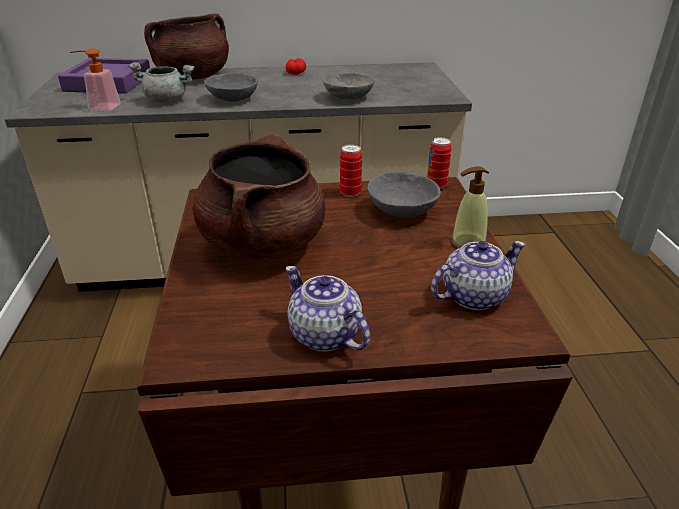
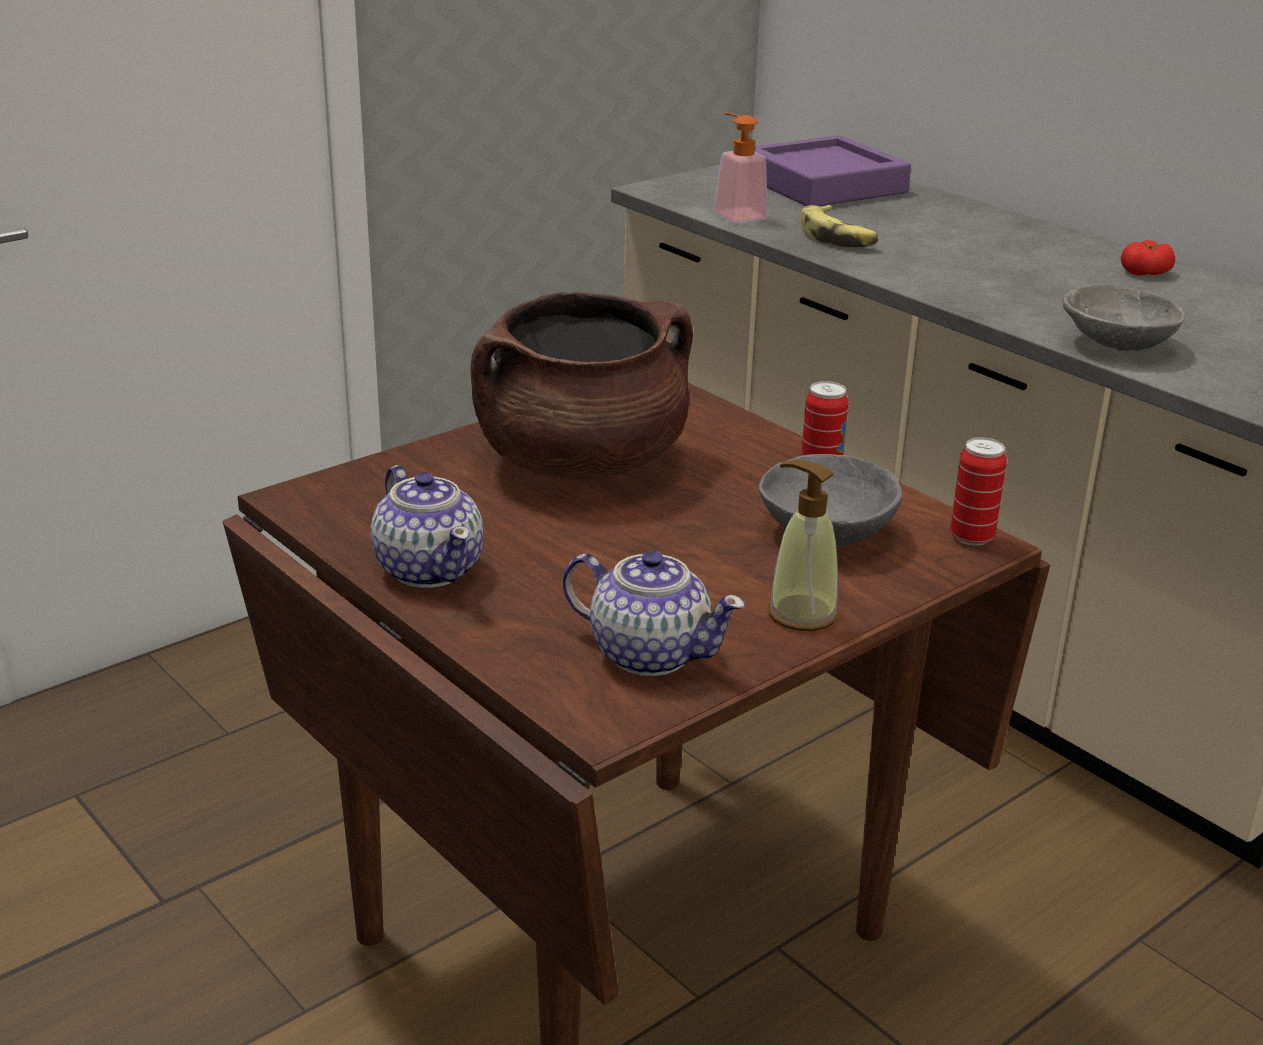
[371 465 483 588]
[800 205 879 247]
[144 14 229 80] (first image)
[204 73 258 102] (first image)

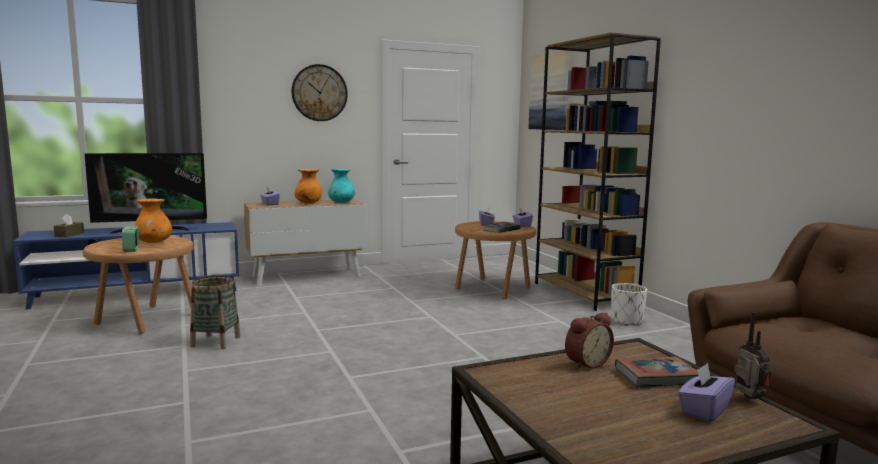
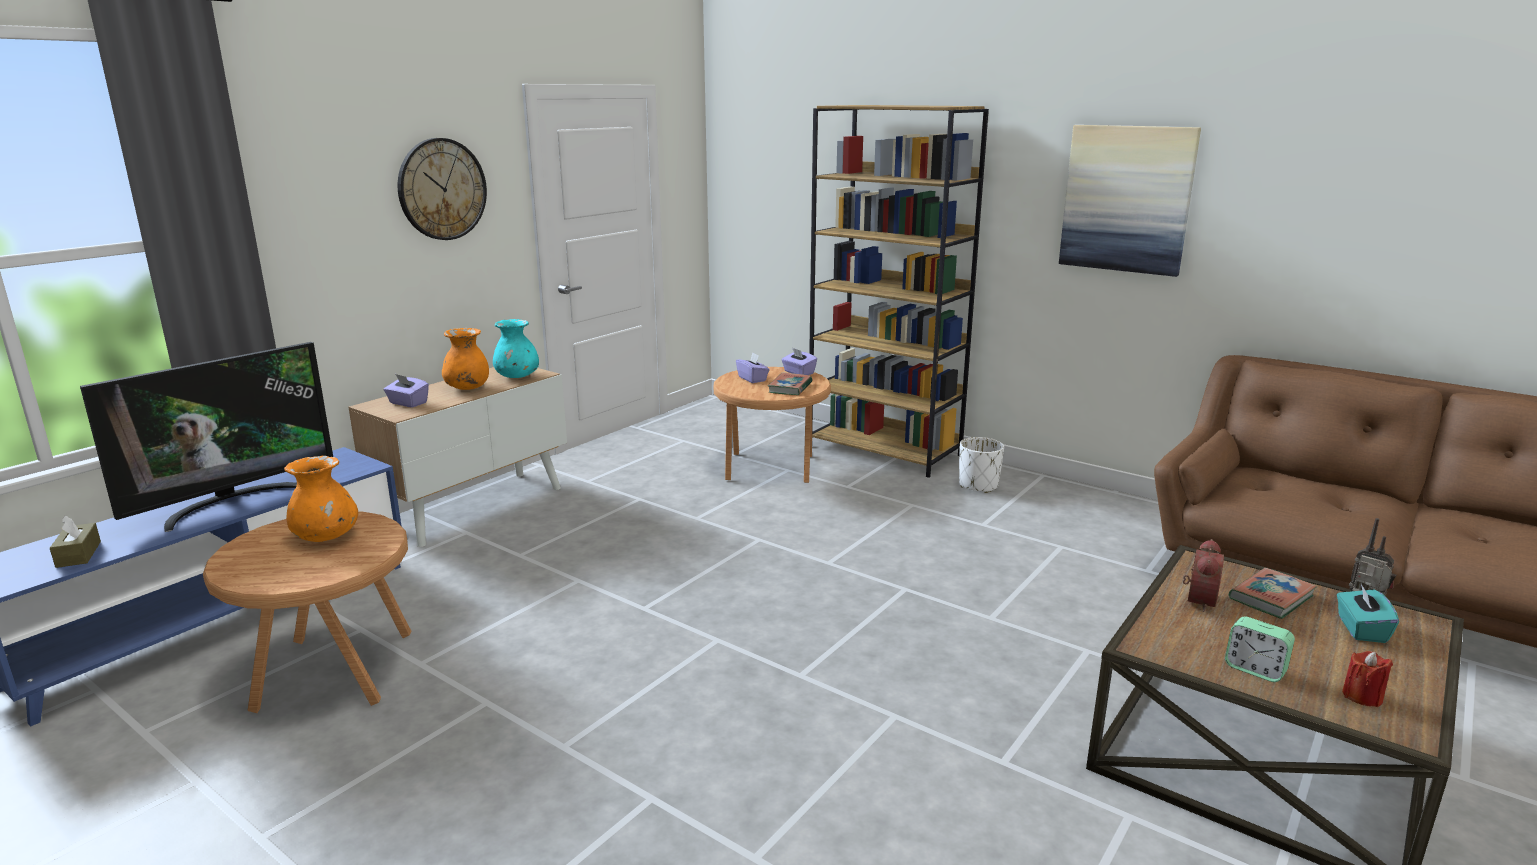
[1059 125 1201 277]
[1225 617 1295 682]
[1337 584 1399 643]
[1342 651 1393 707]
[190 276 240 349] (first image)

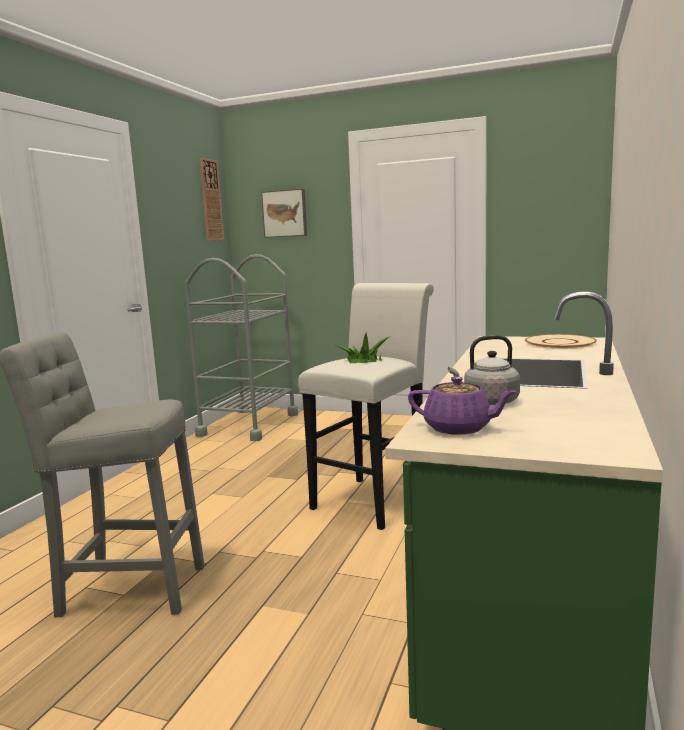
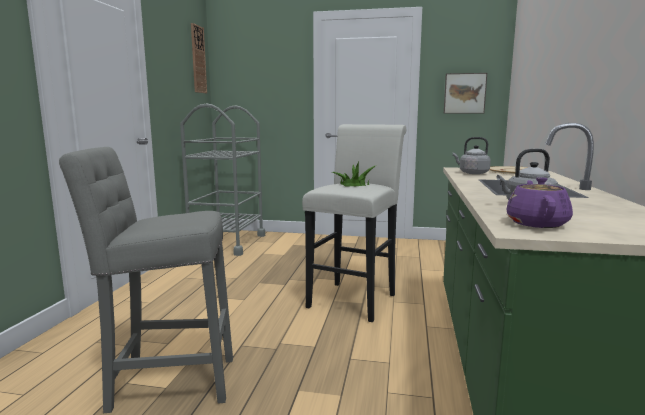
[444 73 487 114]
[453 137 491 174]
[506 177 573 228]

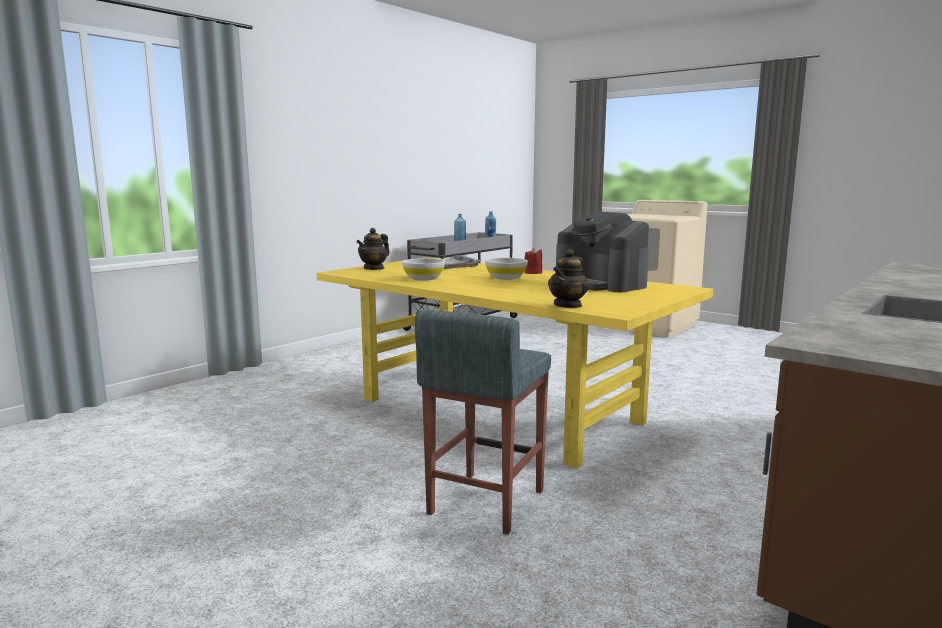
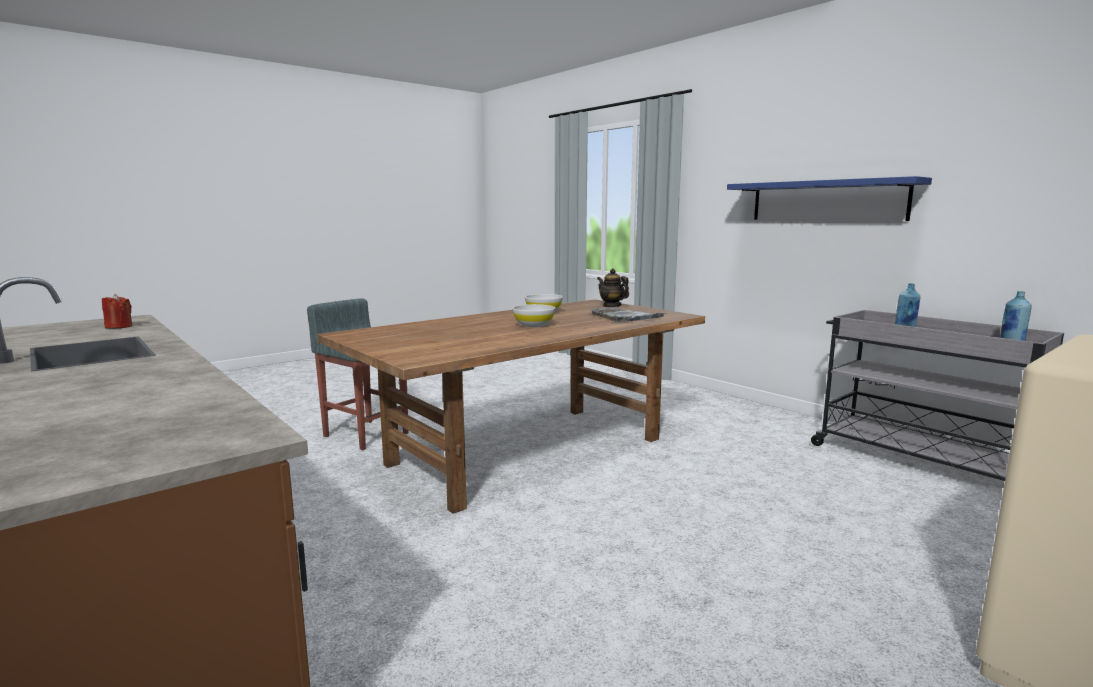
[102 294 132 329]
[317 299 705 514]
[727 176 932 221]
[548 249 589 308] (first image)
[556 212 649 292] (first image)

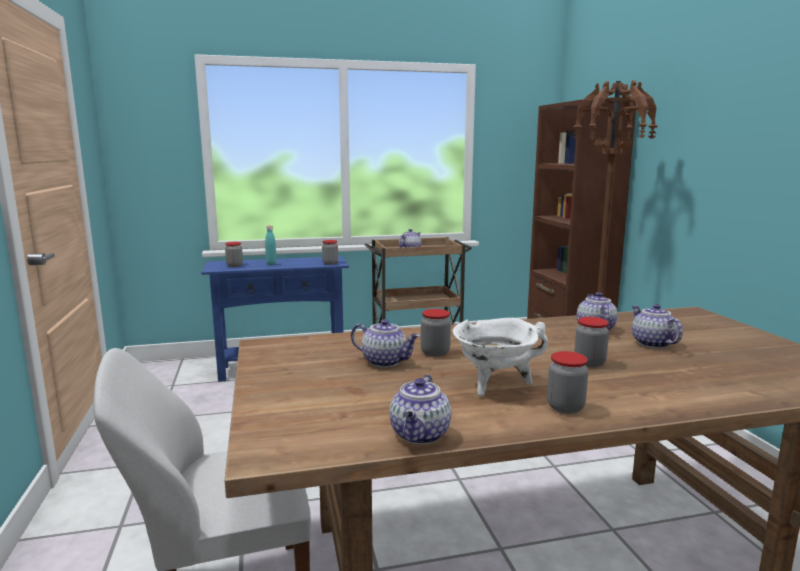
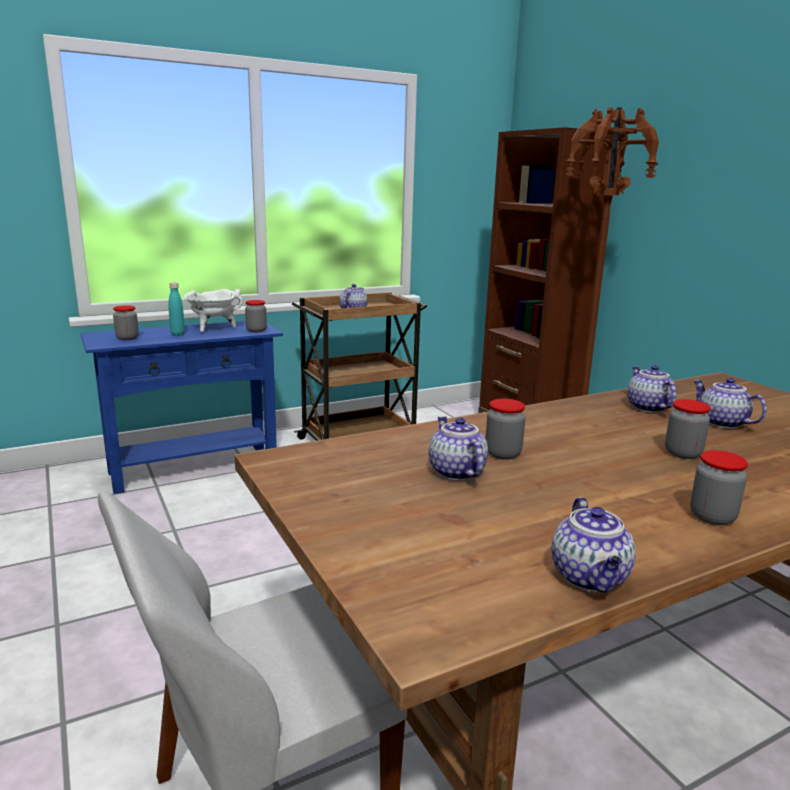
[184 289 243 332]
[429 416 488 480]

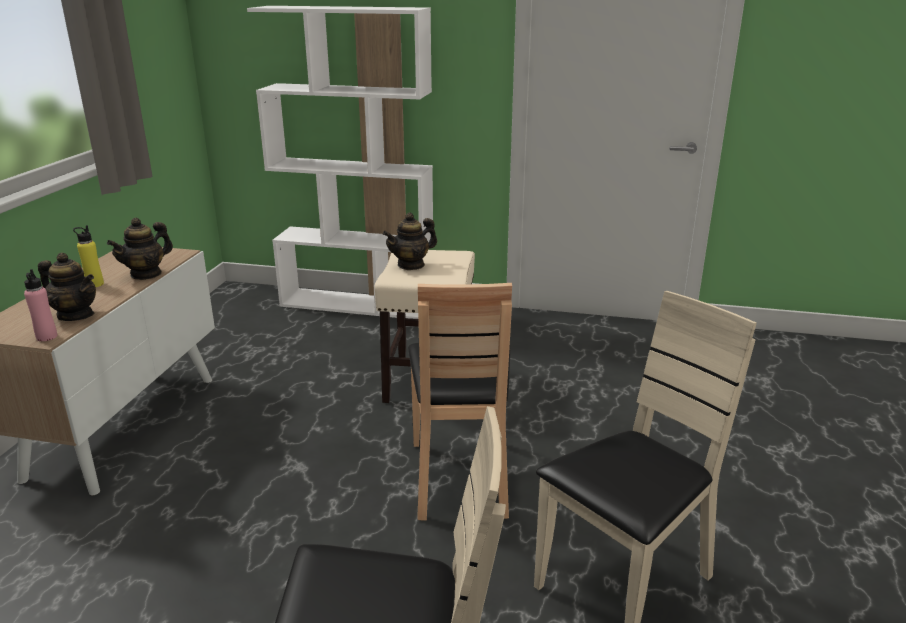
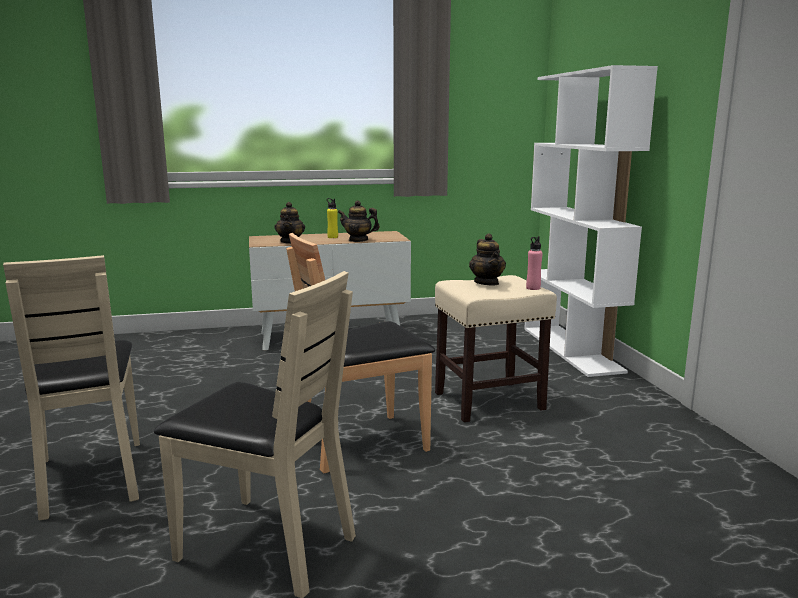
[469 233 506 285]
[526 236 543 290]

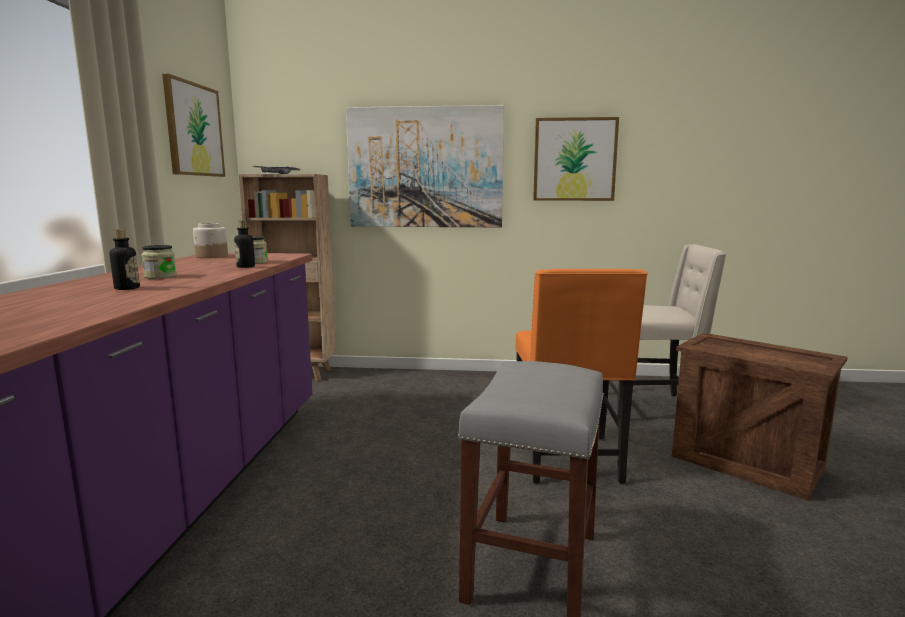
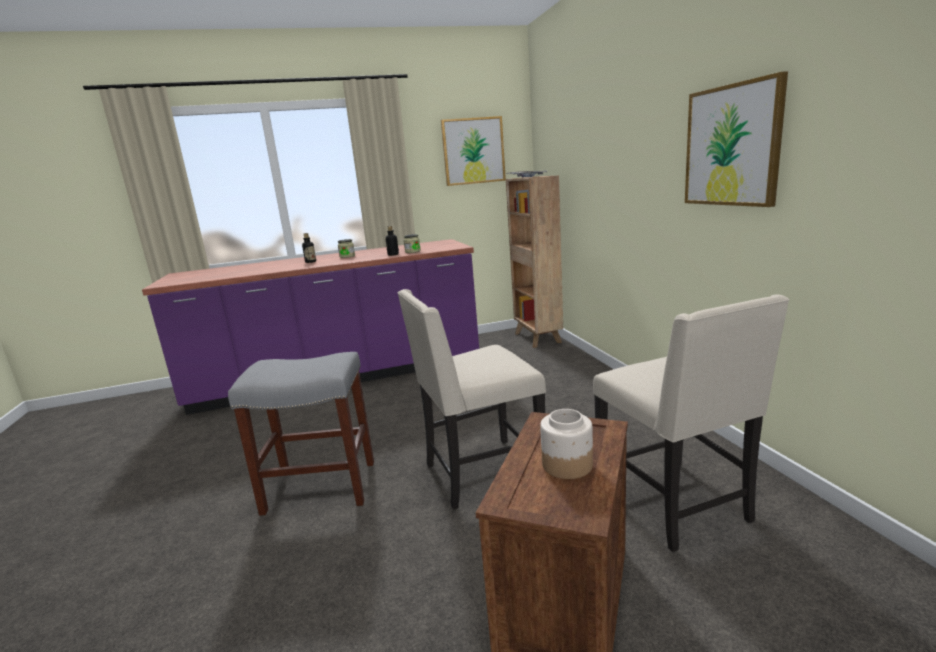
[397 289 546 510]
[540 409 593 479]
[346 105 504 227] (first image)

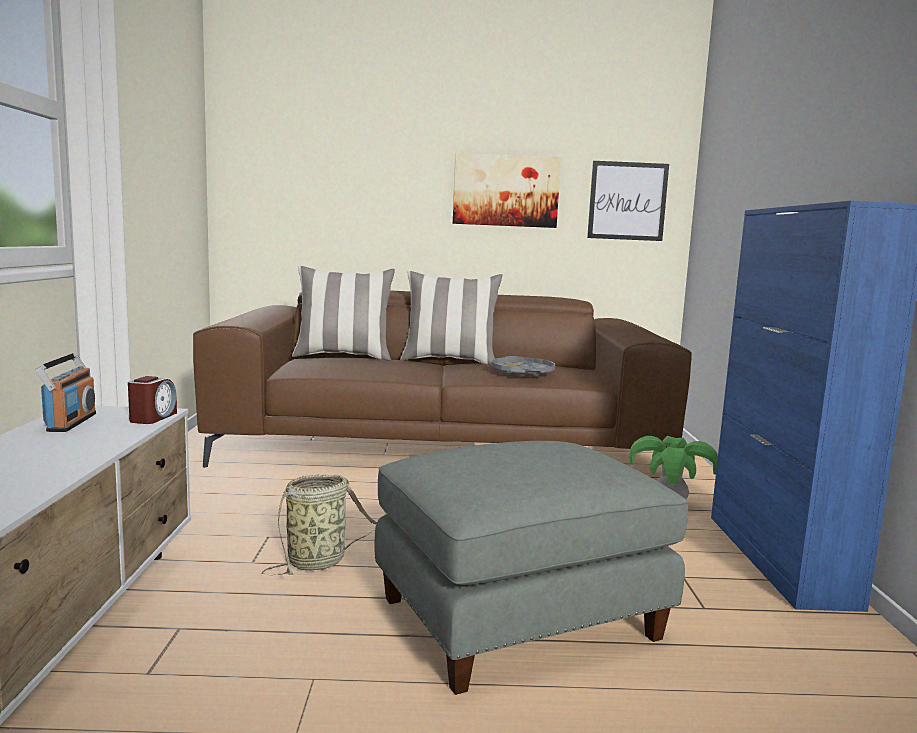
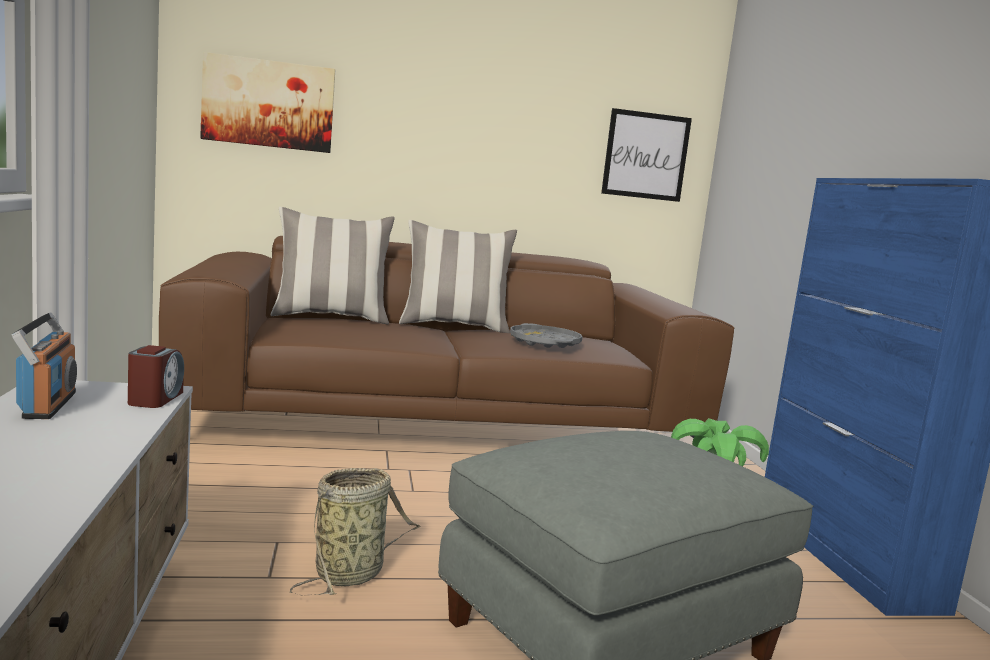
[200 52 335 153]

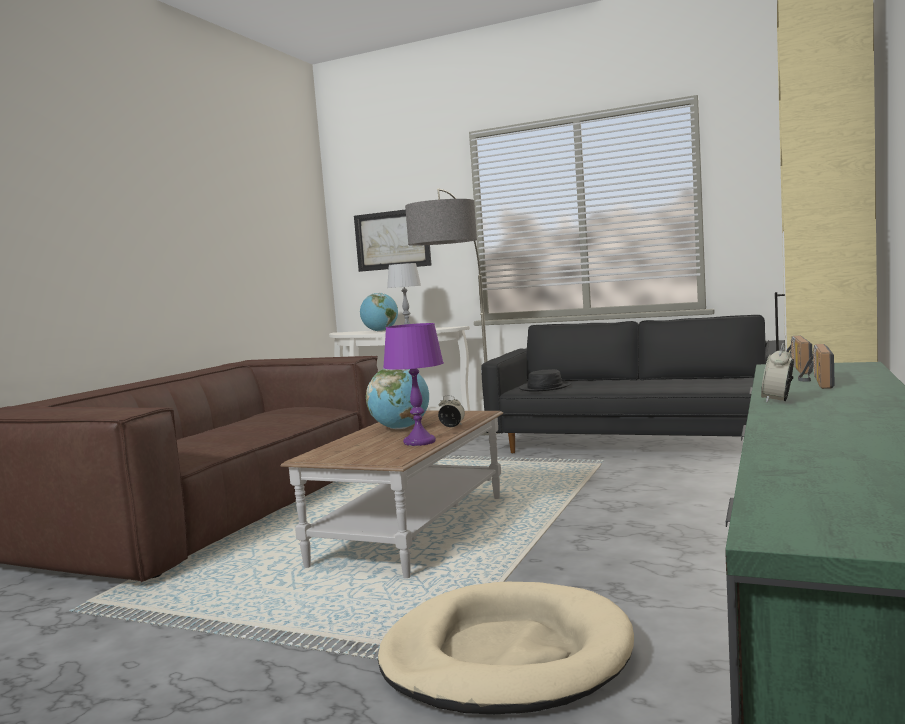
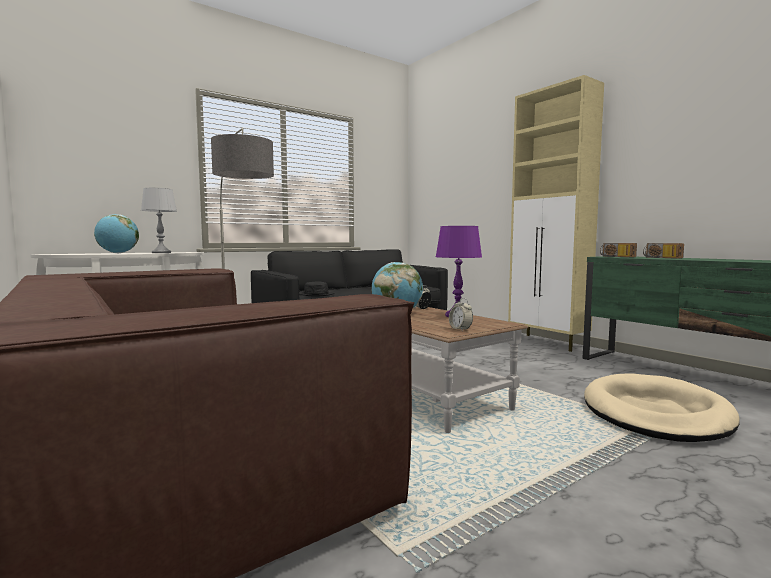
[449 298 473 331]
[354 210 432 272] (first image)

